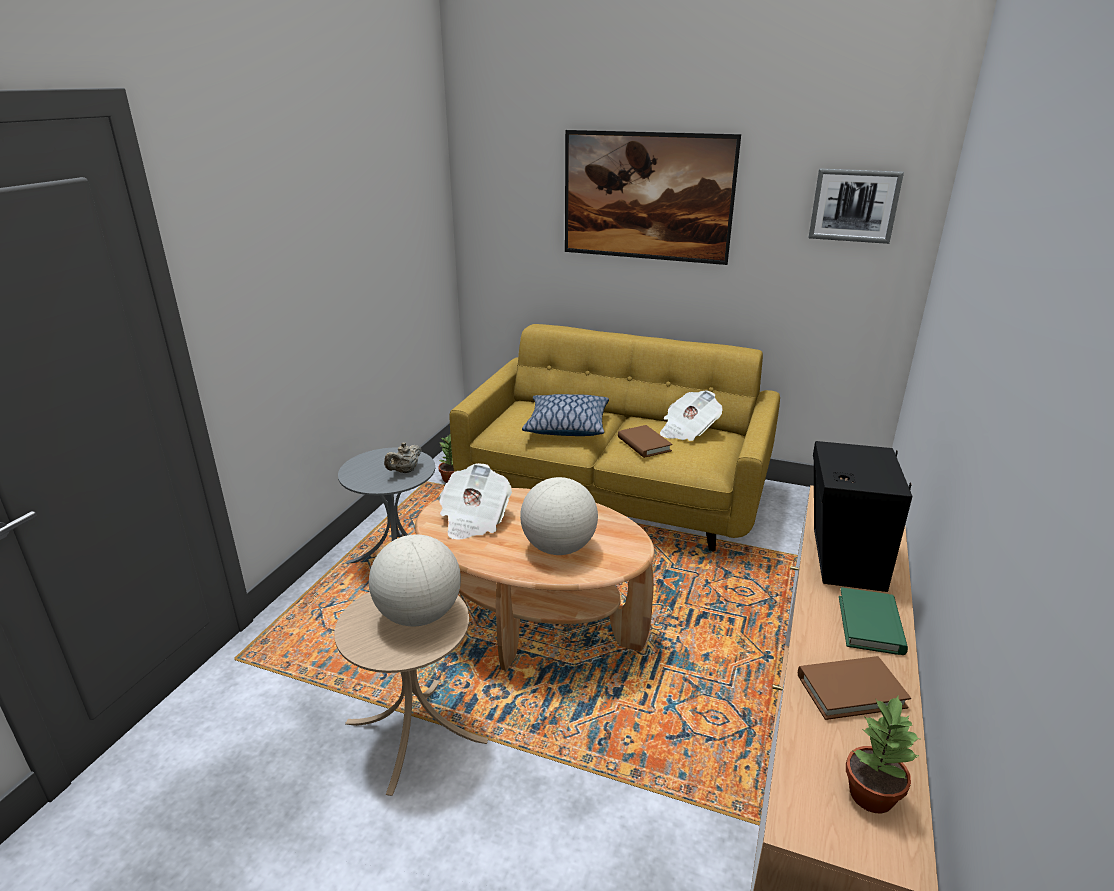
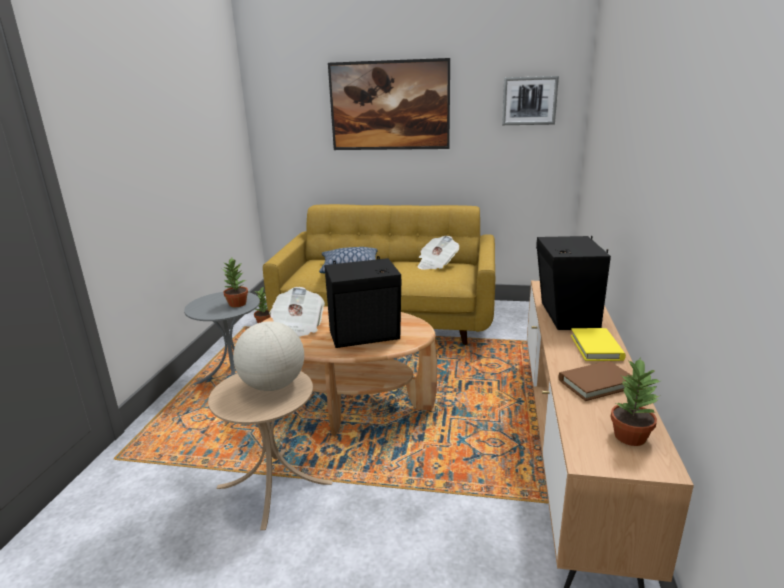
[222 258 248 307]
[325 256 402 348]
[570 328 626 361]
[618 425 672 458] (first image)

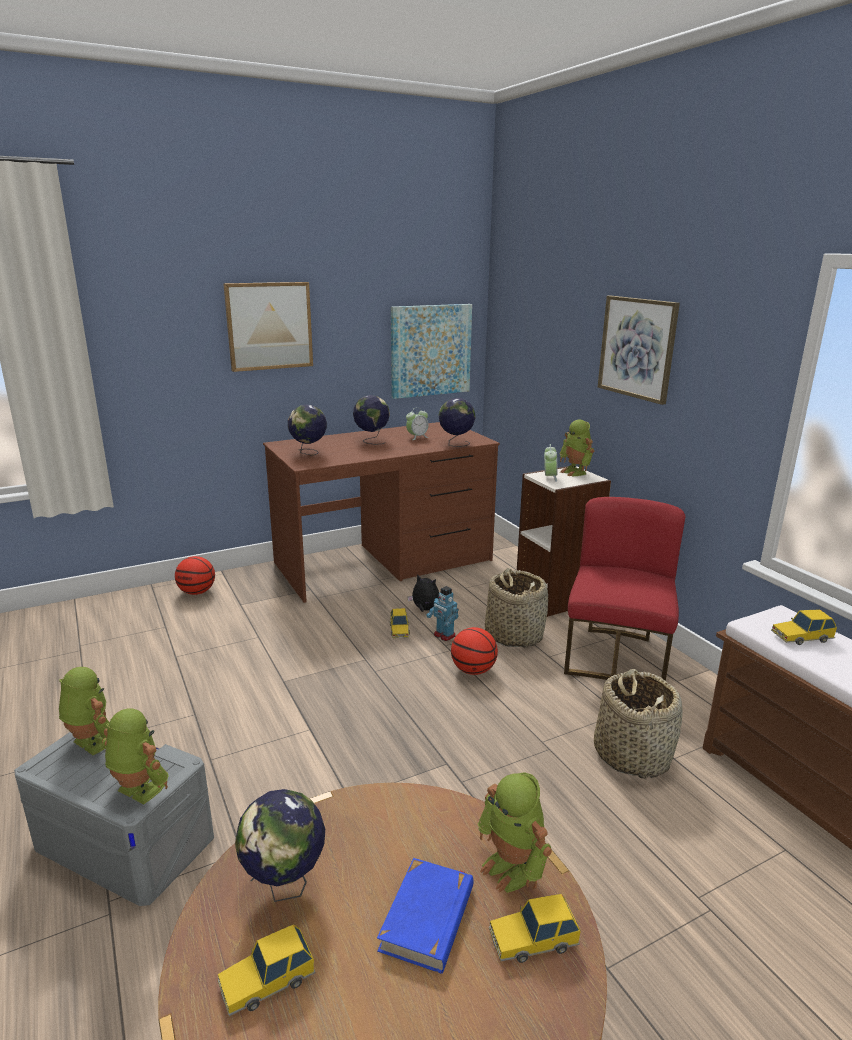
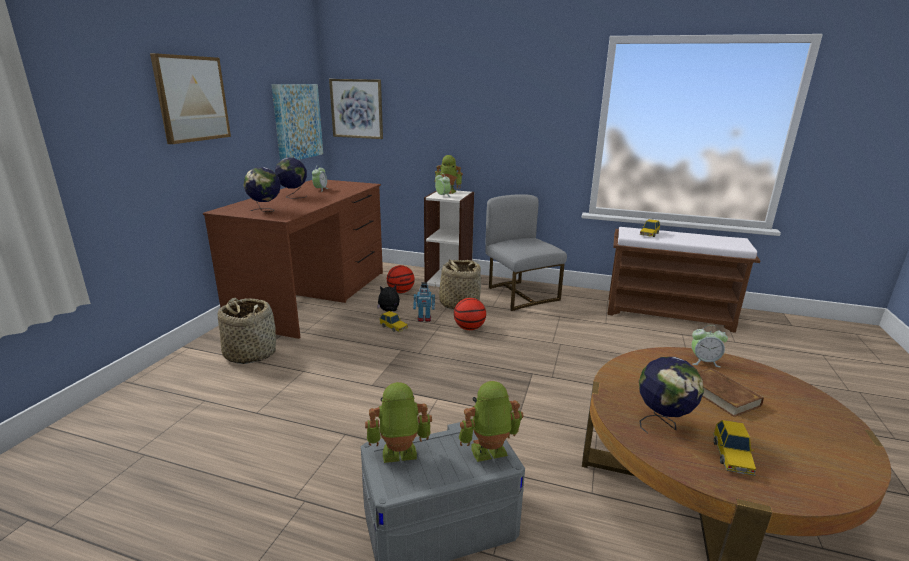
[218 298 276 364]
[329 79 383 139]
[387 265 415 293]
[485 194 567 311]
[691 325 728 367]
[698 368 764 417]
[438 398 476 447] (first image)
[489 894 581 963] (first image)

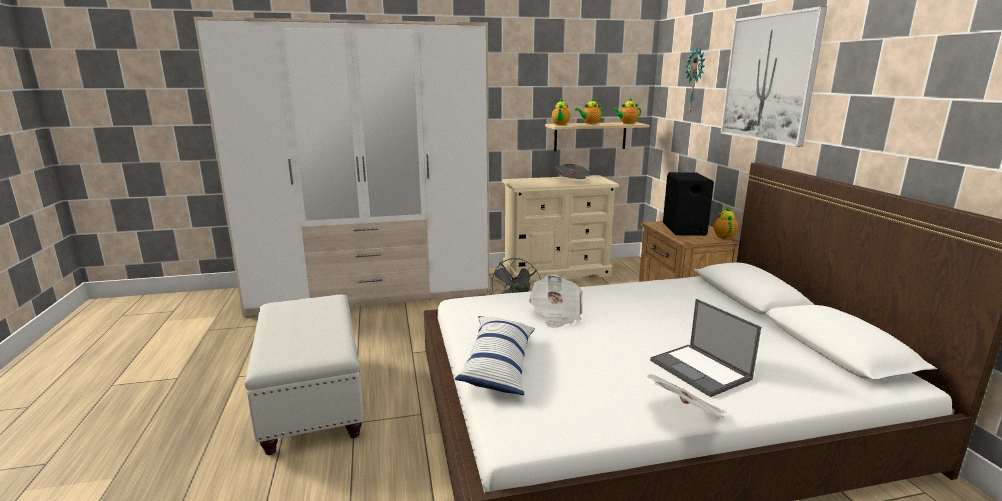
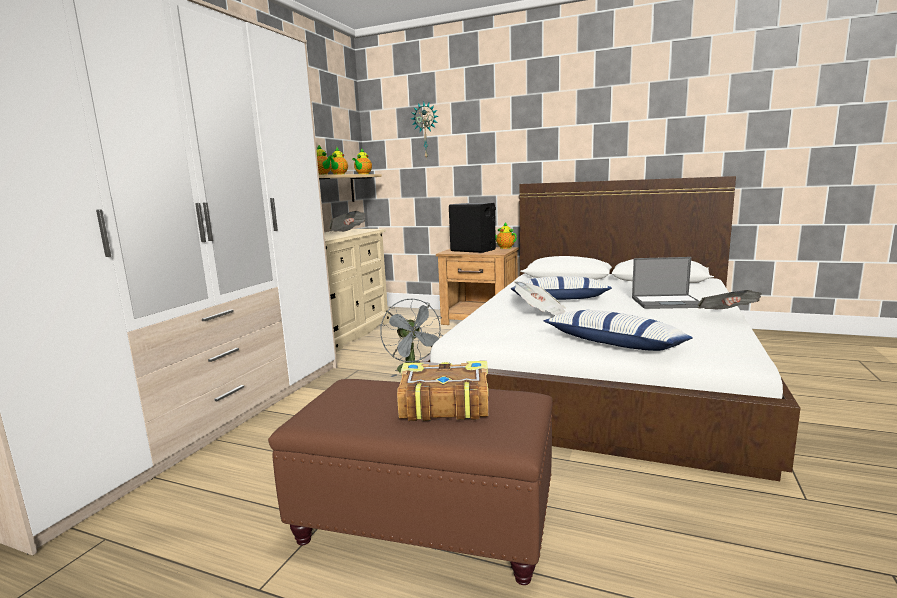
[268 379 553 585]
[397 361 489 421]
[511 276 612 300]
[720 6 827 147] (first image)

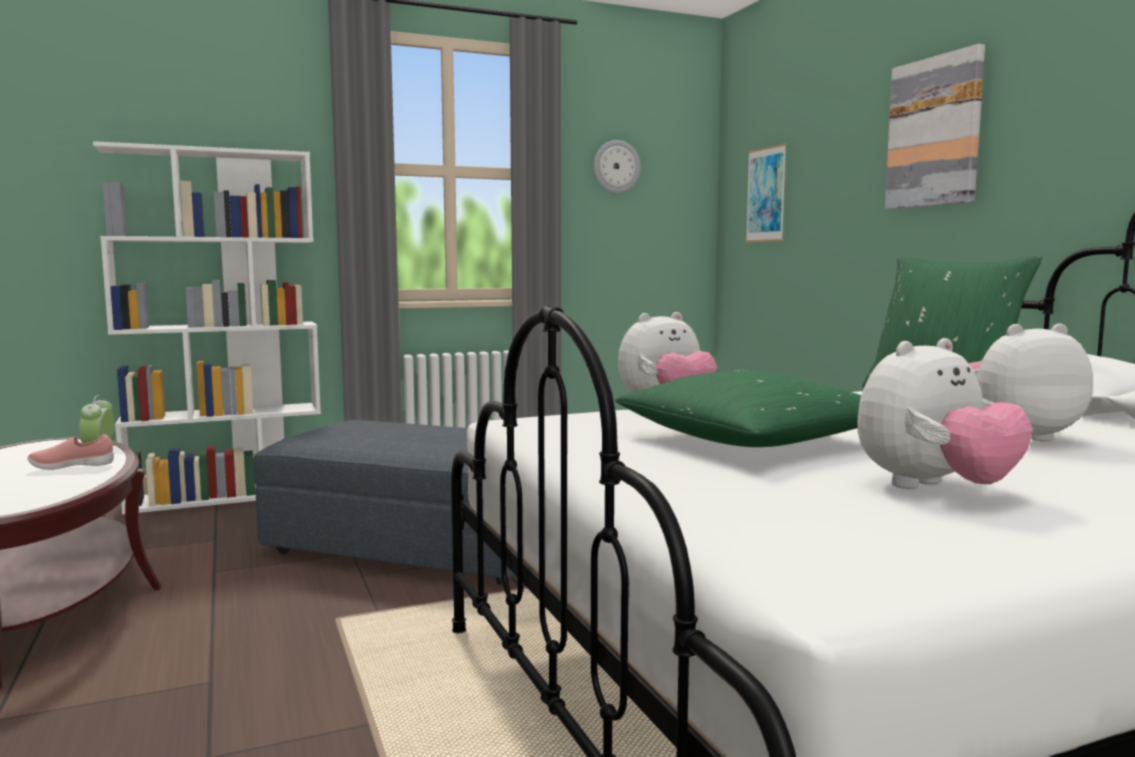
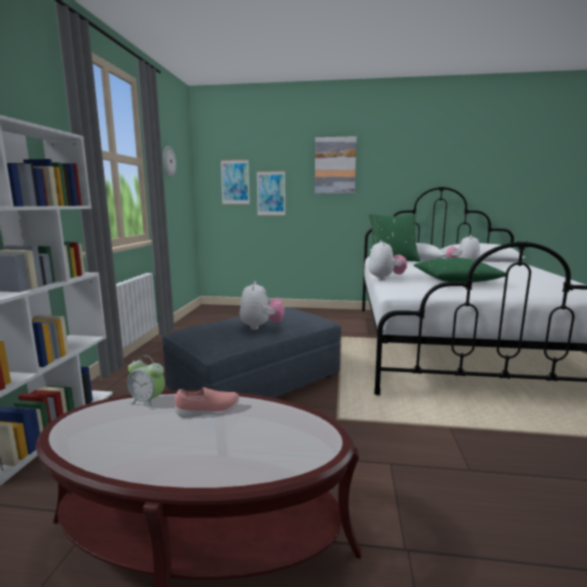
[174 387 239 418]
[240 281 284 330]
[257 171 285 216]

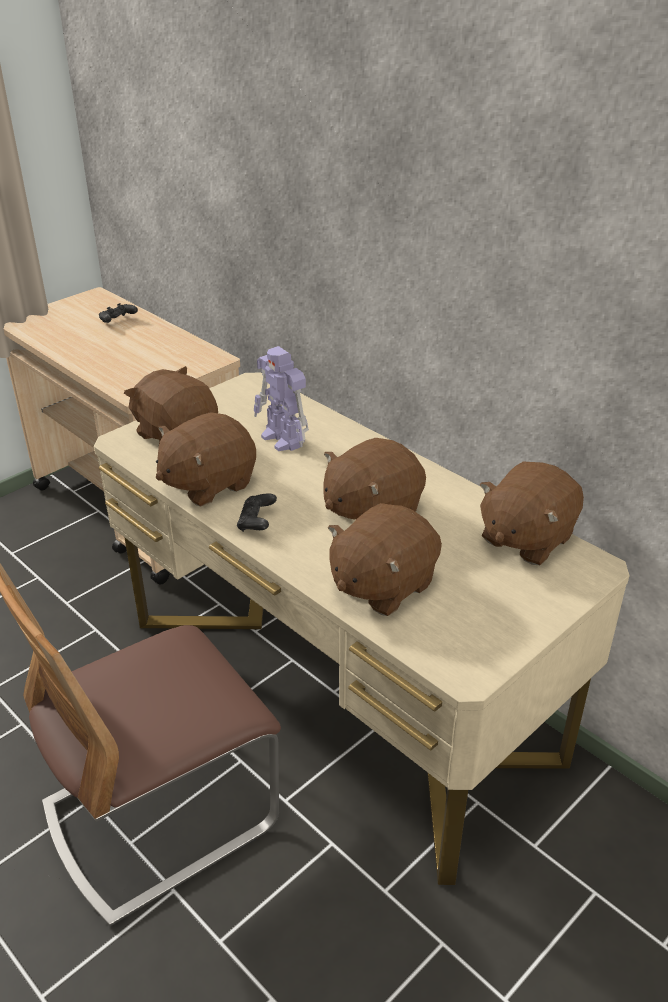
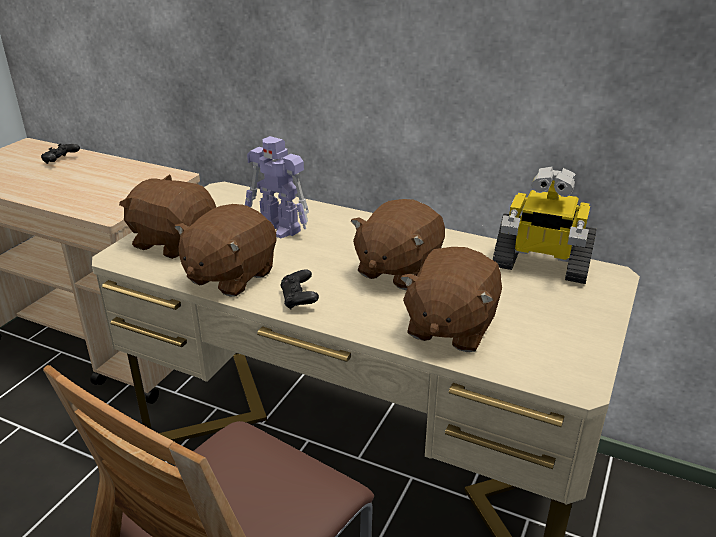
[493 166 597 284]

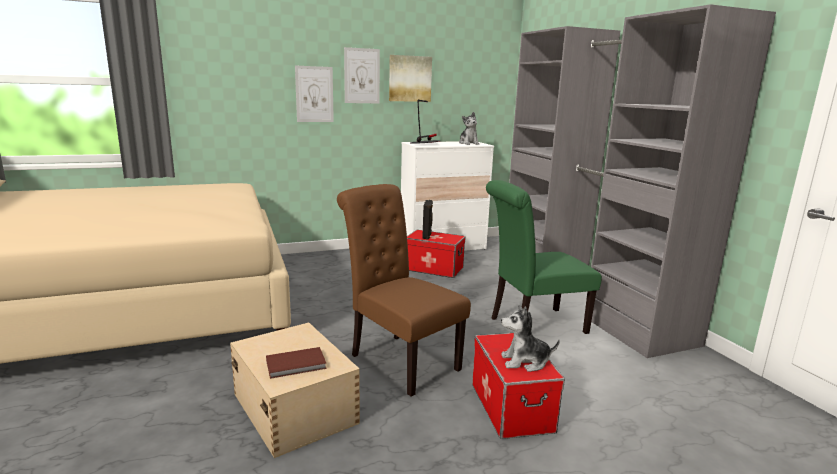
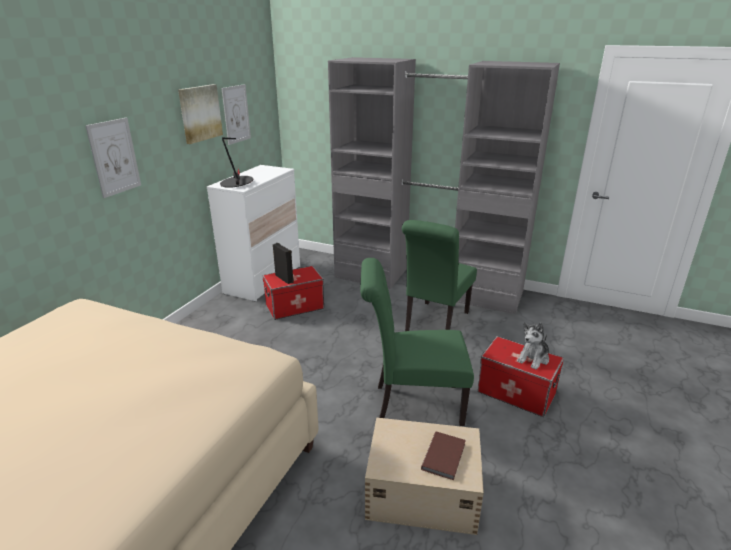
[222 84 251 145]
[360 258 474 426]
[459 112 479 145] (first image)

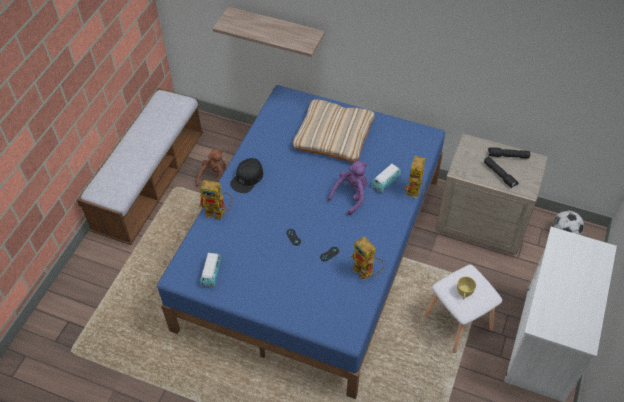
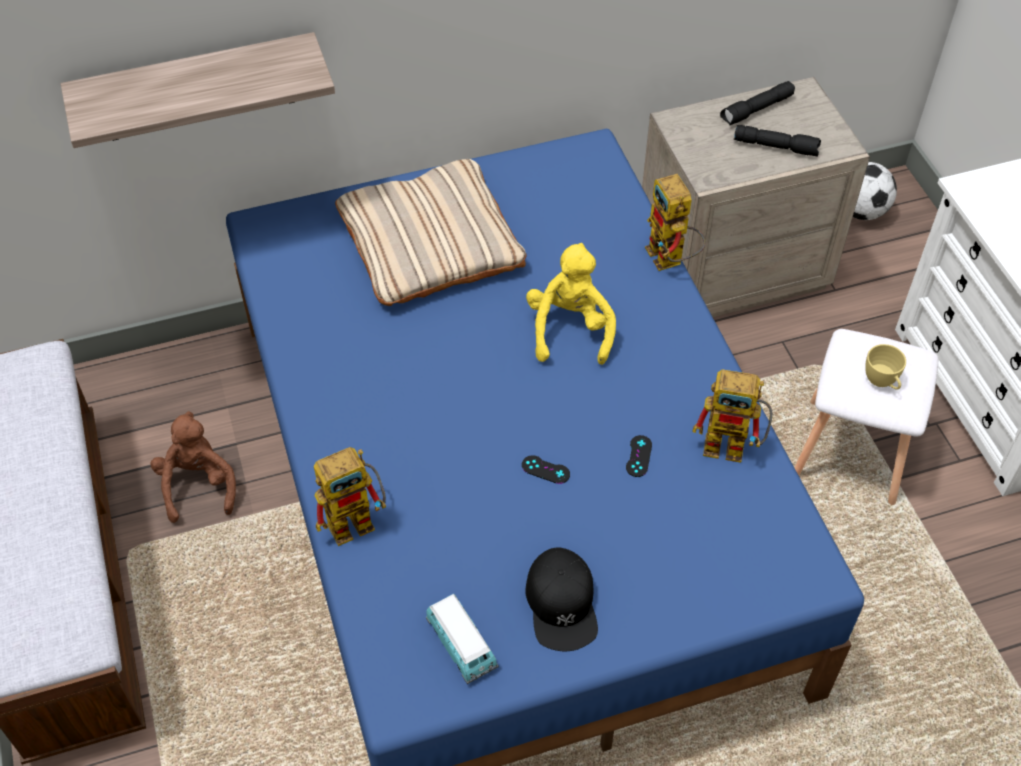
[526 243 616 365]
[526 548 598 651]
[371 164 401 193] (first image)

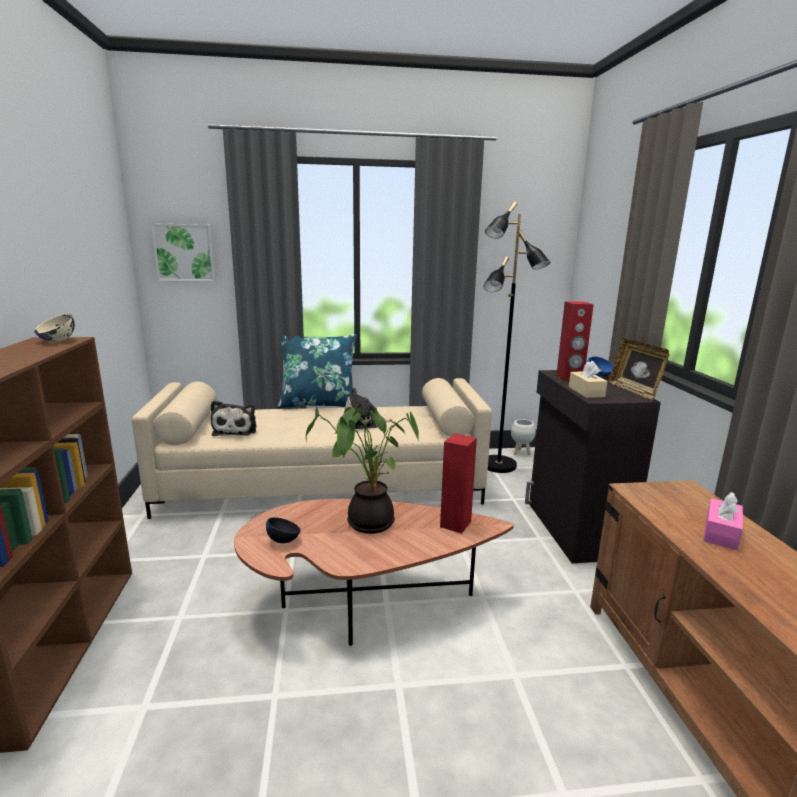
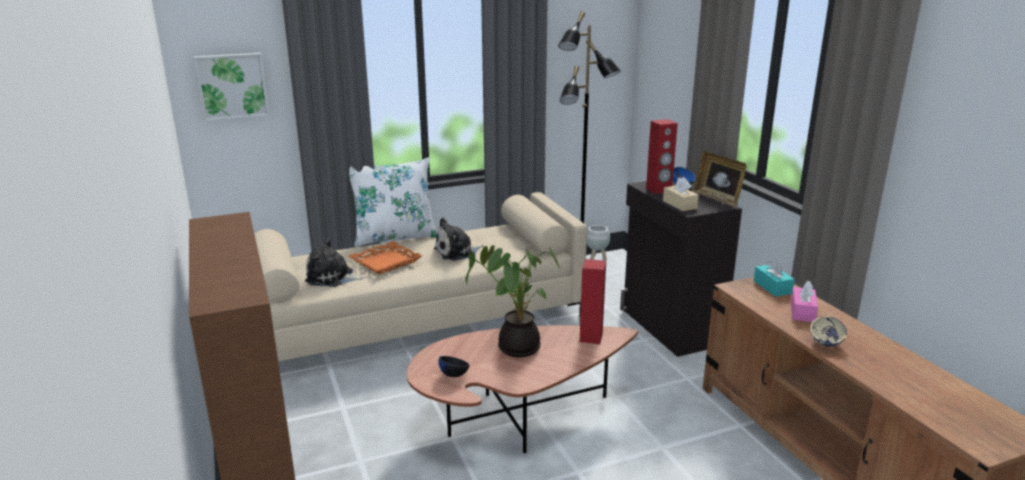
[305 238 365 287]
[349 158 437 247]
[349 241 423 274]
[754 258 795 297]
[810 316 847 347]

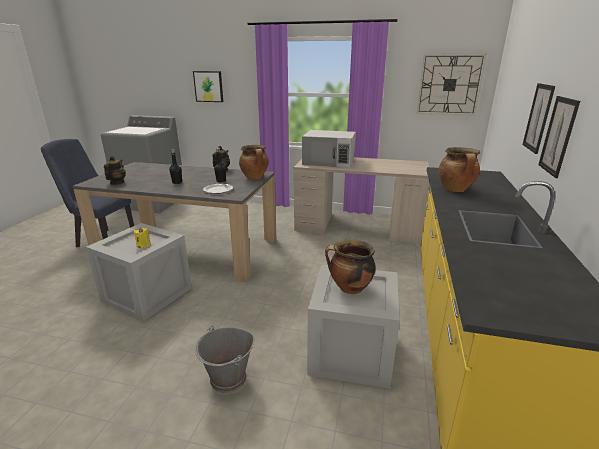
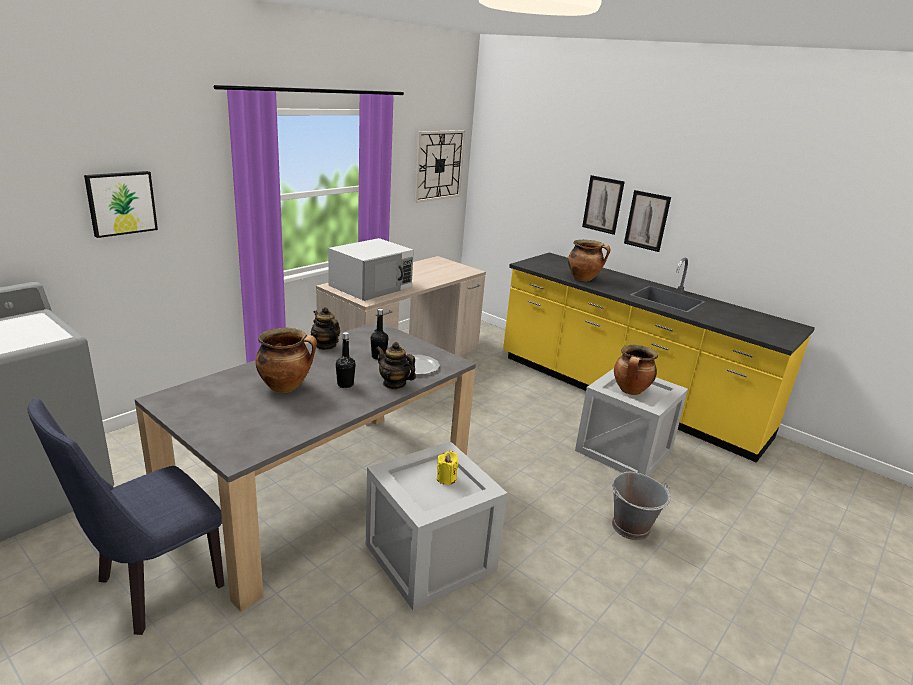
[255 328 317 393]
[376 342 416 389]

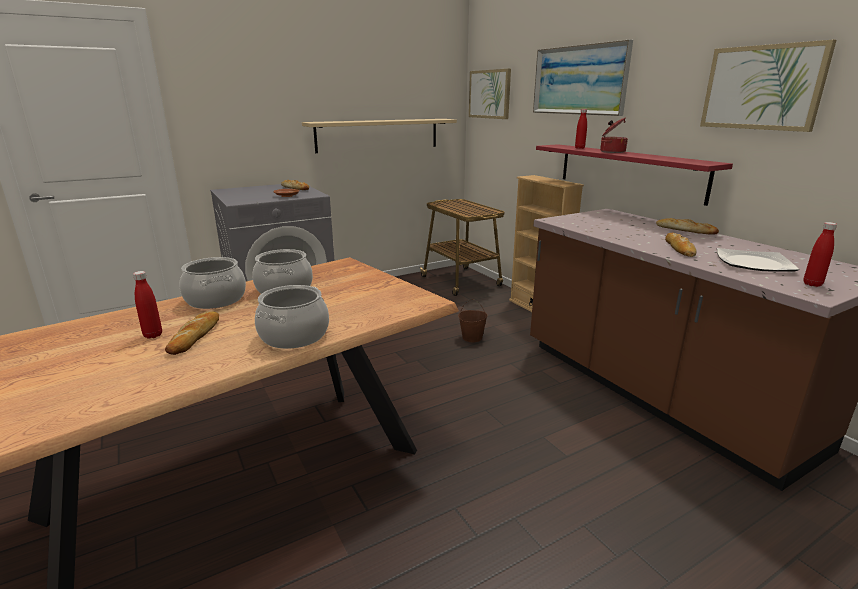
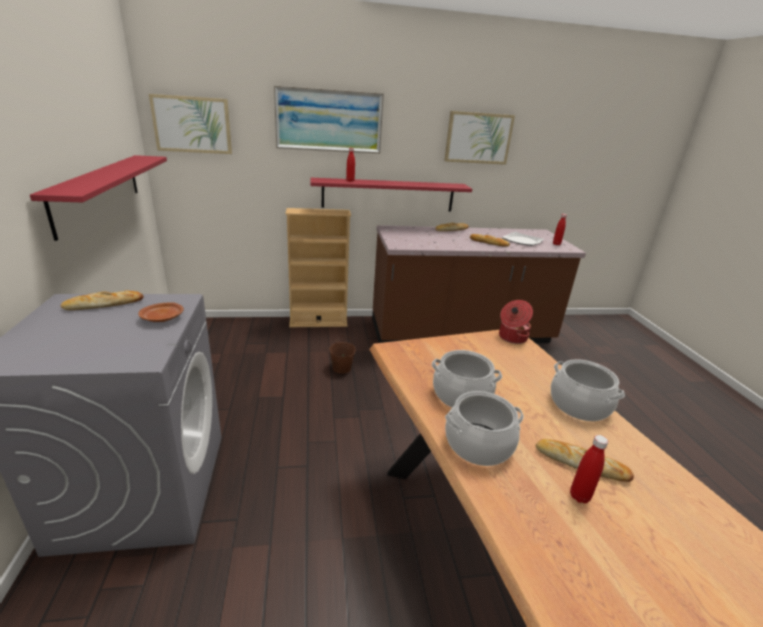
[30 155 167 241]
[499 300 533 344]
[420 199 505 296] (first image)

